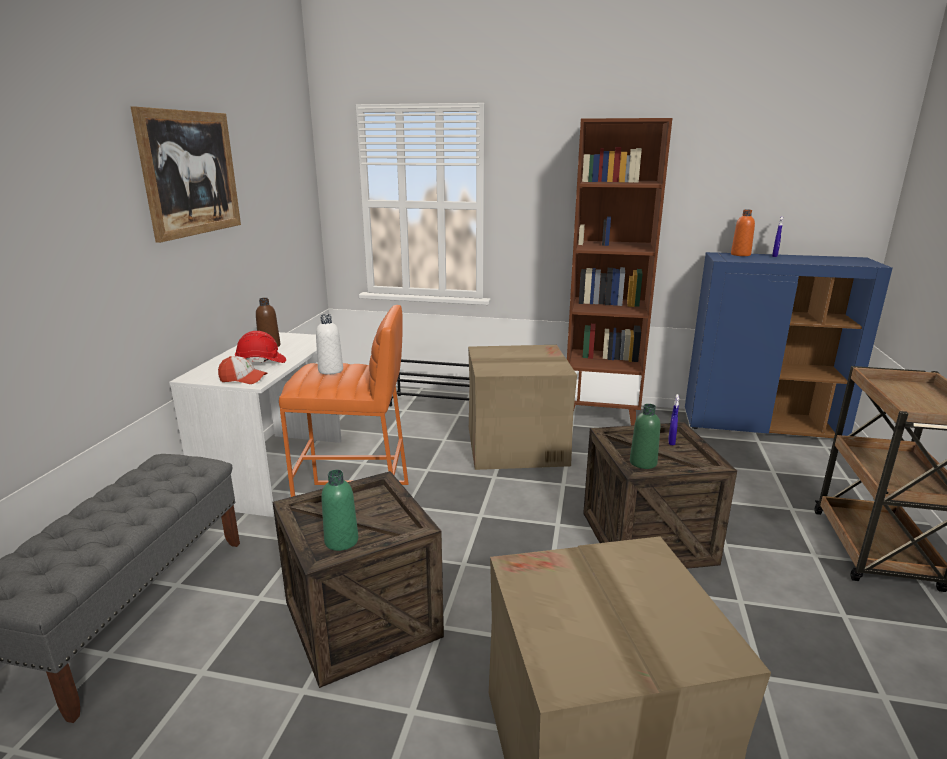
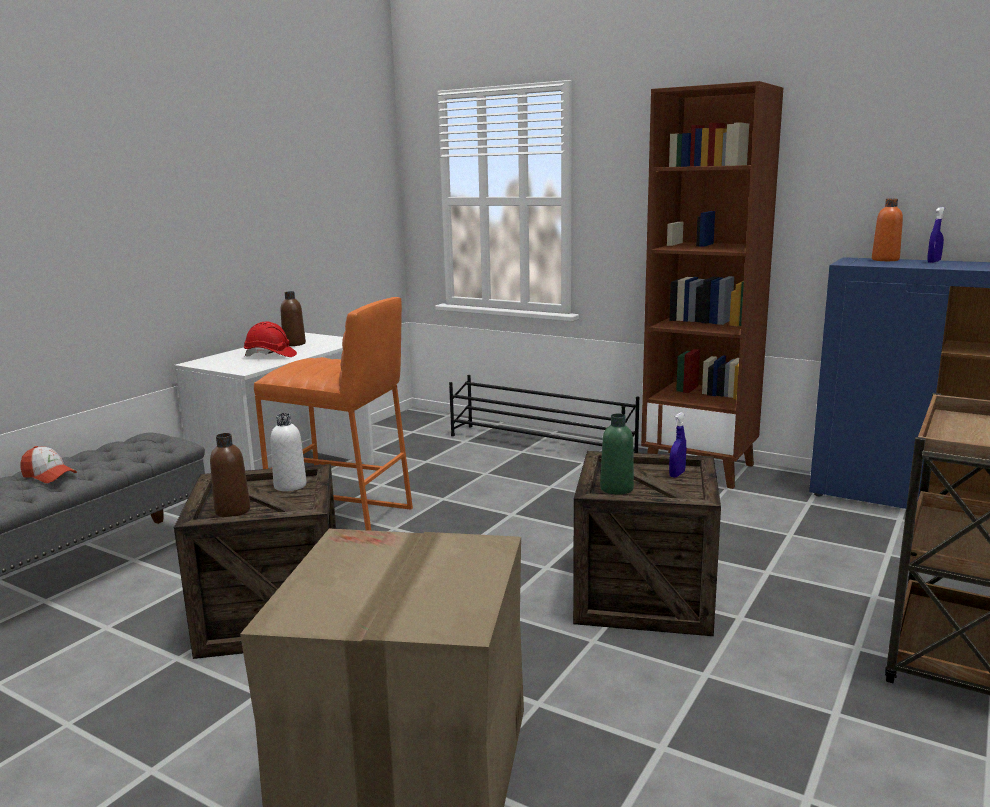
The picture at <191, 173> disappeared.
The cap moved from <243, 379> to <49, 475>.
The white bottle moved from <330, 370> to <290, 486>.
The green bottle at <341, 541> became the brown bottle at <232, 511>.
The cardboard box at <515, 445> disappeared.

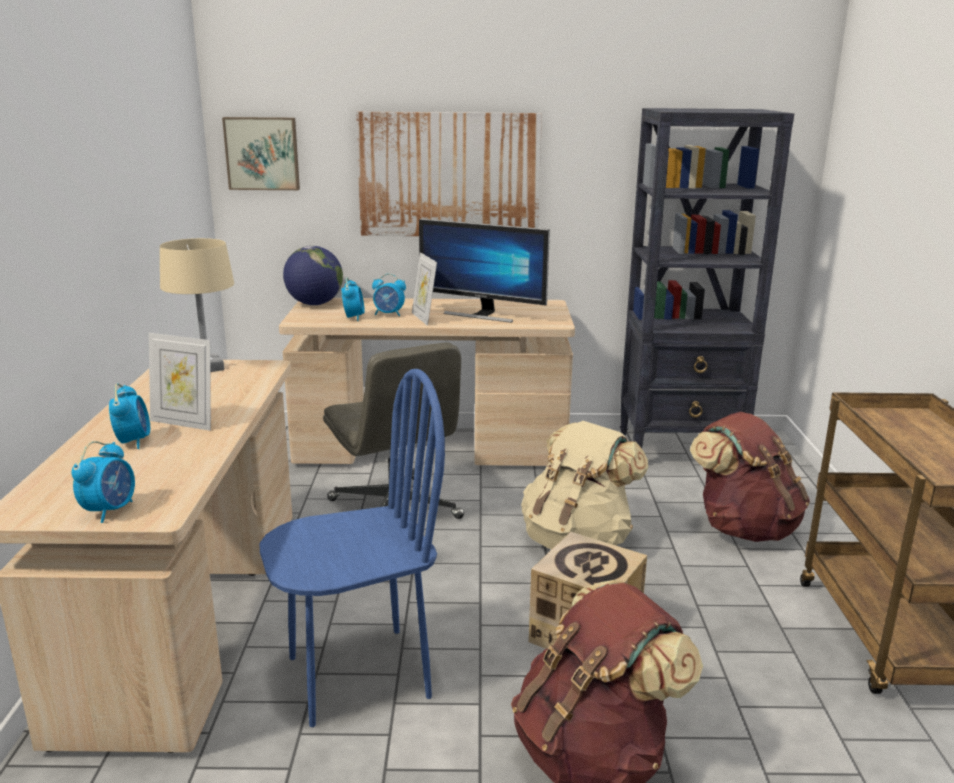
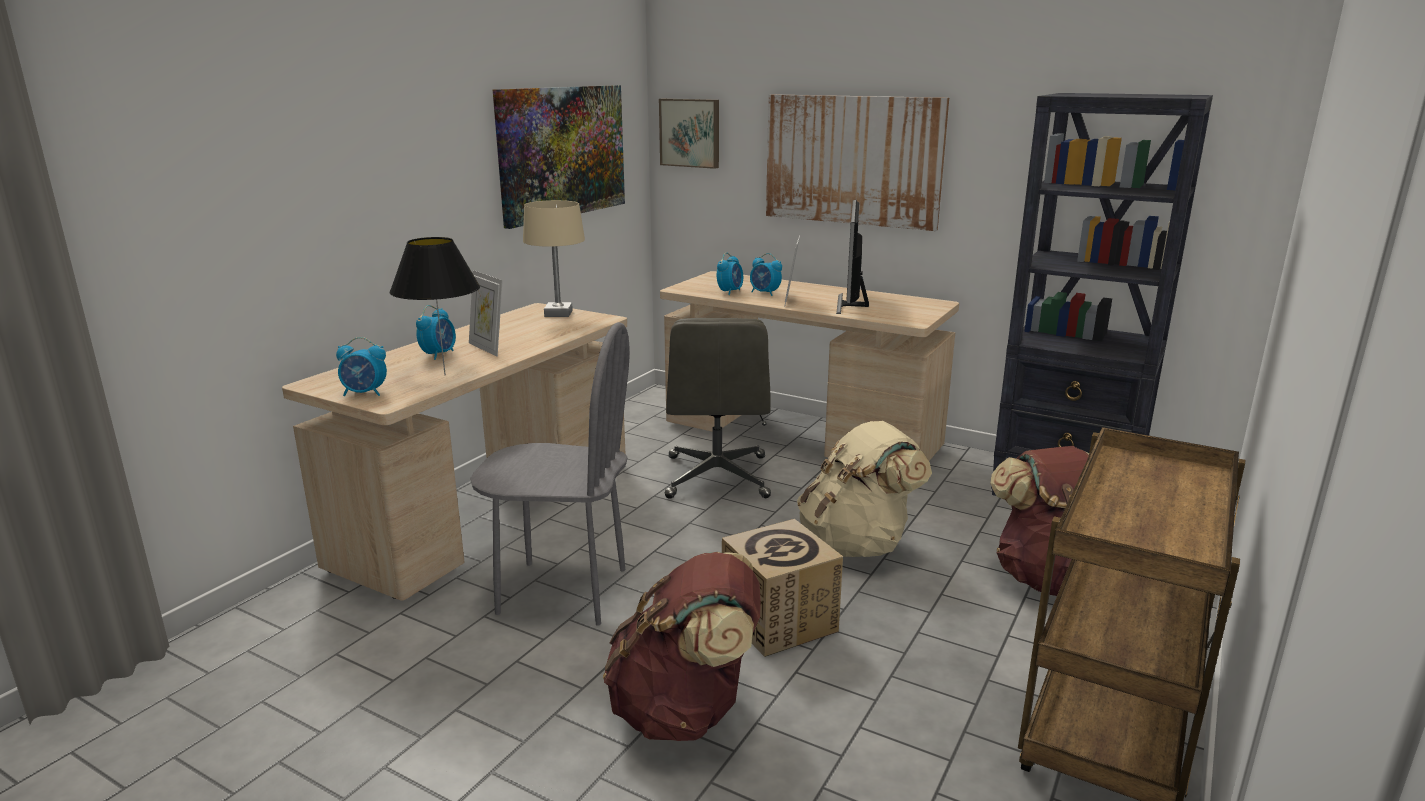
The alarm clock at <110, 510> turned 45 degrees clockwise.
The blue chair at <358, 675> became the grey chair at <562, 591>.
The globe at <314, 304> disappeared.
The monitor at <482, 314> turned 45 degrees clockwise.
The black table lamp at <445, 375> appeared.
The picture at <562, 152> appeared.

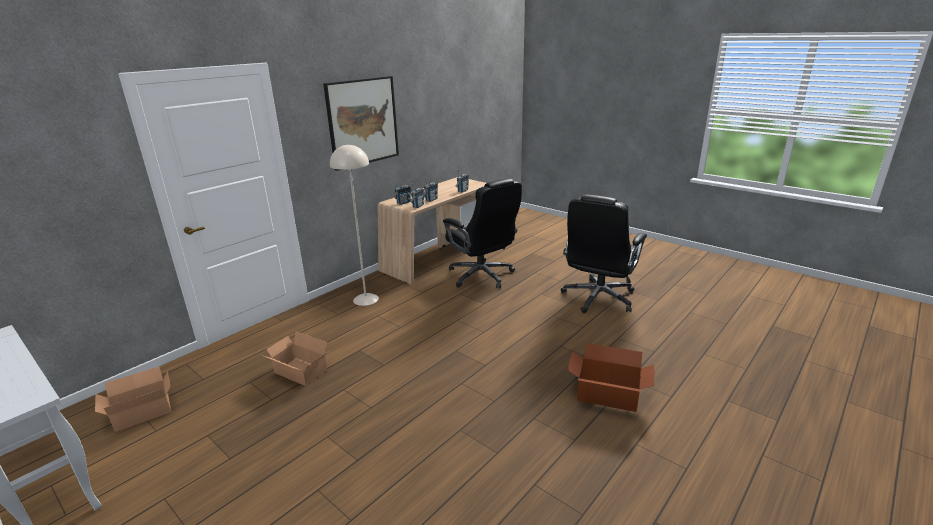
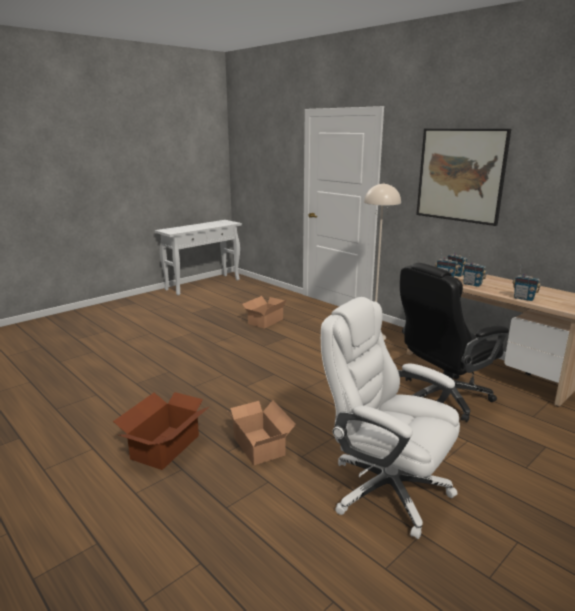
The cardboard box moved from <141, 412> to <260, 444>.
The black office chair at <598, 298> became the white office chair at <385, 489>.

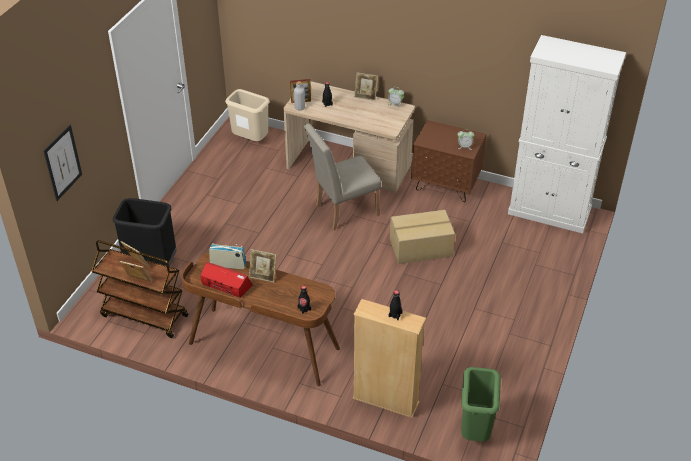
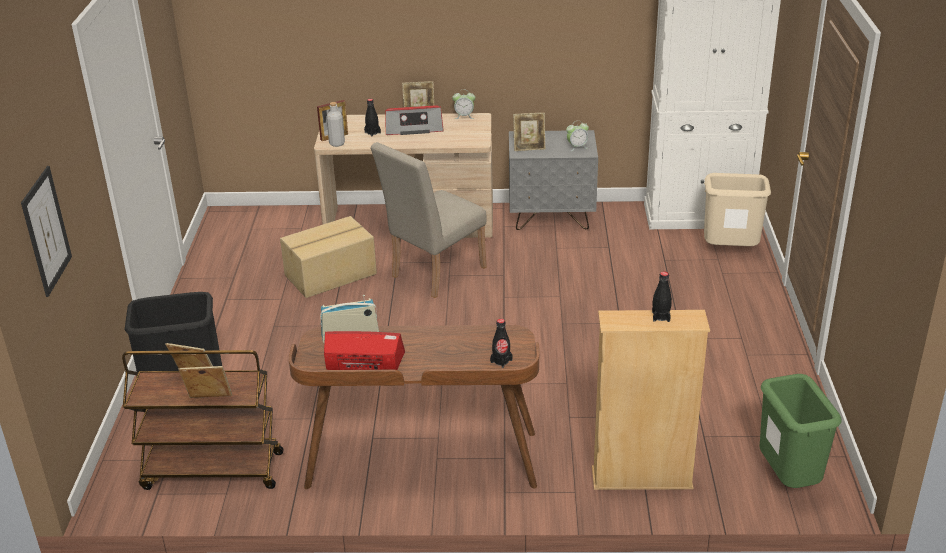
The beige trash can moved from <251, 141> to <730, 251>.
The picture frame moved from <263, 276> to <529, 147>.
The cardboard box moved from <421, 248> to <331, 275>.
The brown nightstand at <446, 186> became the grey nightstand at <551, 218>.
The radio at <414, 128> appeared.

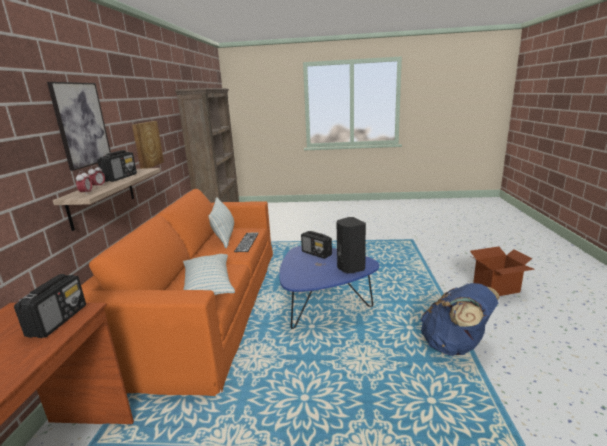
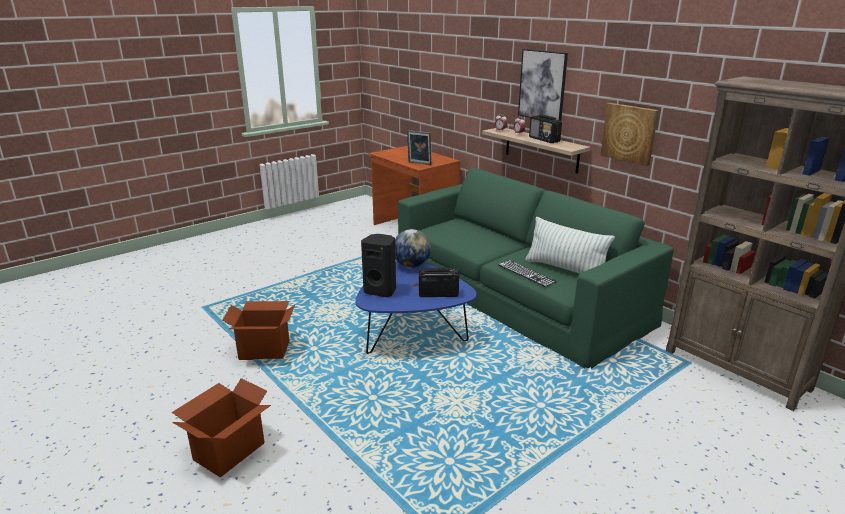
The radio at <58, 320> was replaced by the picture frame at <419, 163>.
The orange sofa at <203, 303> became the green sofa at <517, 293>.
The pillow at <208, 286> disappeared.
The blue backpack at <455, 346> was replaced by the cardboard box at <264, 350>.
The globe at <411, 266> appeared.

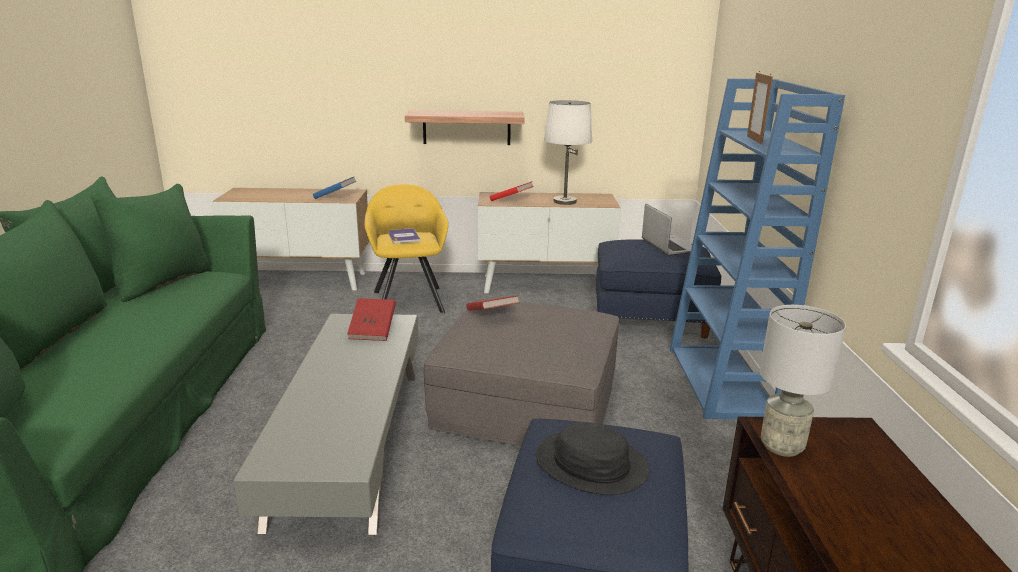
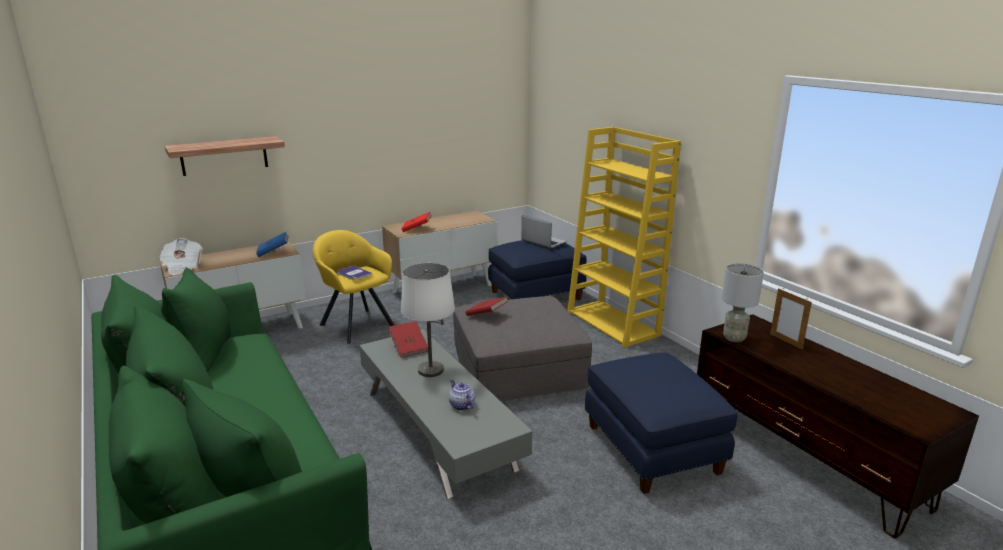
The shelf moved from <466, 127> to <224, 156>.
The black hat at <591, 464> disappeared.
The white table lamp moved from <564, 201> to <430, 370>.
The blue bookcase at <722, 382> became the yellow bookcase at <613, 324>.
The picture frame moved from <754, 140> to <786, 341>.
The newspaper at <182, 267> appeared.
The teapot at <461, 405> appeared.

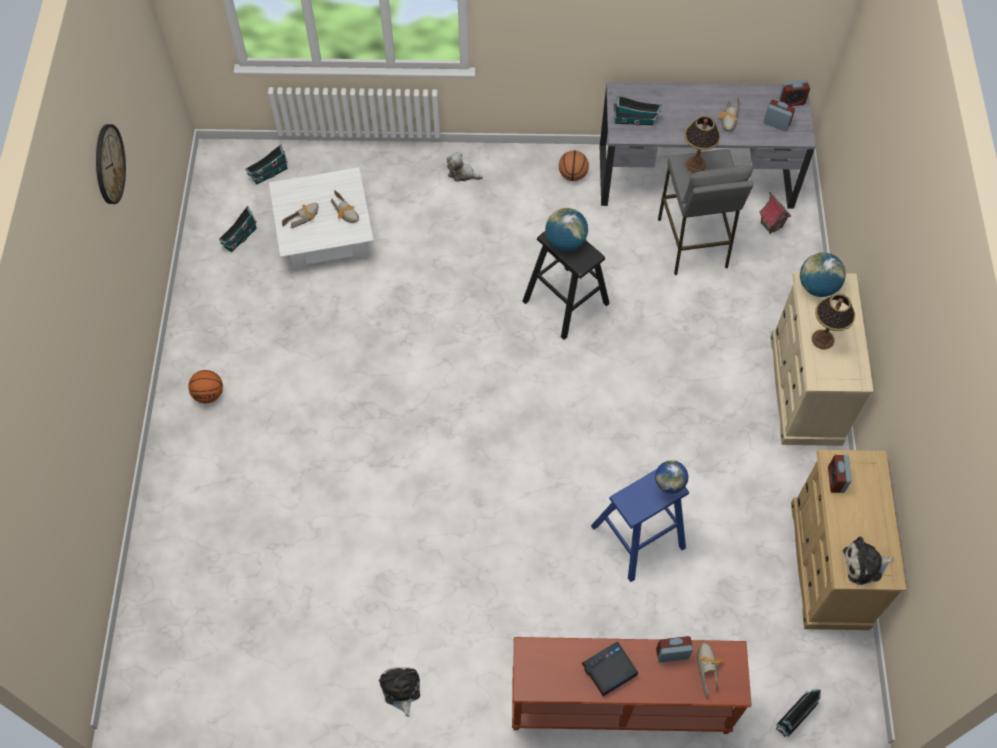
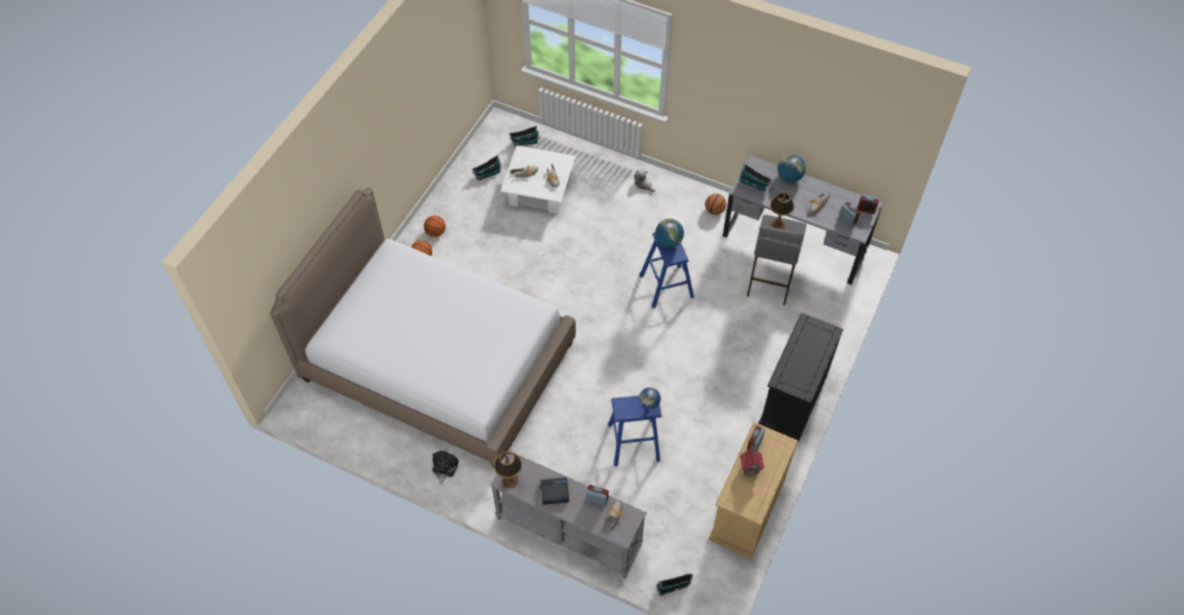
The wall clock at <109, 164> disappeared.
The brown console table at <619, 704> became the grey console table at <568, 532>.
The black stool at <565, 302> became the blue stool at <666, 286>.
The toy house moved from <771, 225> to <750, 468>.
The beige dresser at <805, 389> became the black dresser at <793, 399>.
The globe moved from <817, 287> to <789, 177>.
The table lamp moved from <823, 339> to <510, 480>.
The plush toy at <865, 564> disappeared.
The bed at <438, 361> appeared.
The basketball at <435, 232> appeared.

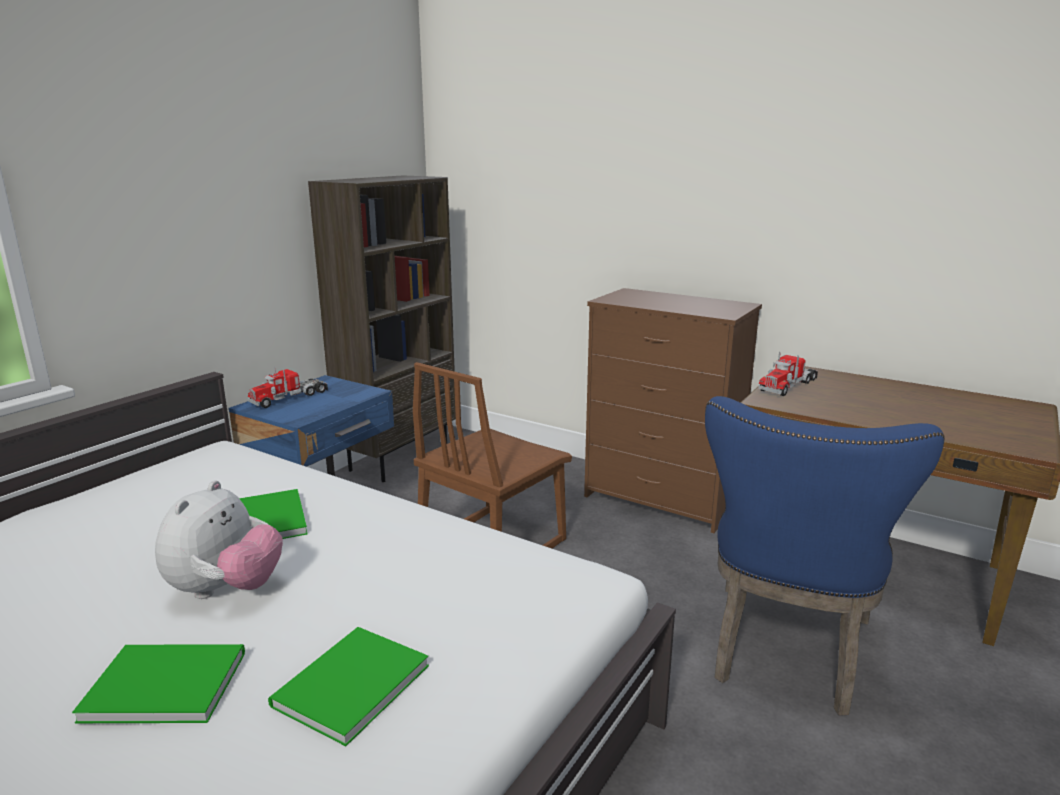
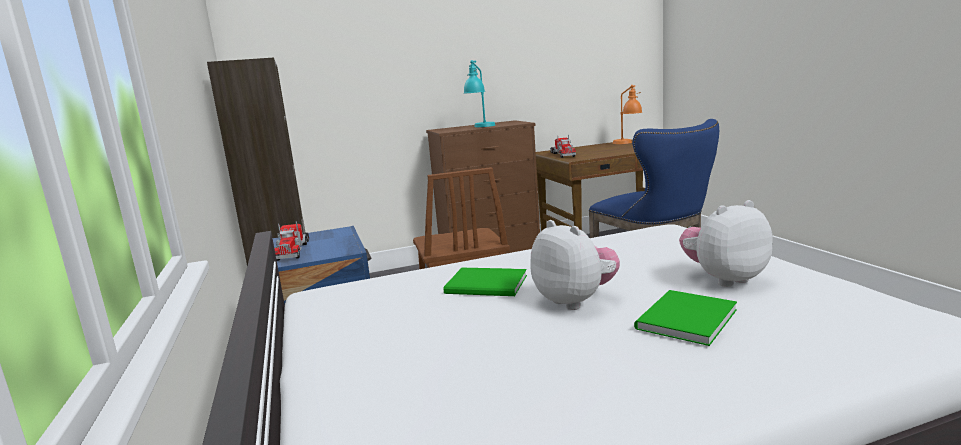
The green book at <346, 687> was replaced by the plush toy at <724, 279>.
The turquoise table lamp at <481, 127> appeared.
The orange table lamp at <627, 143> appeared.

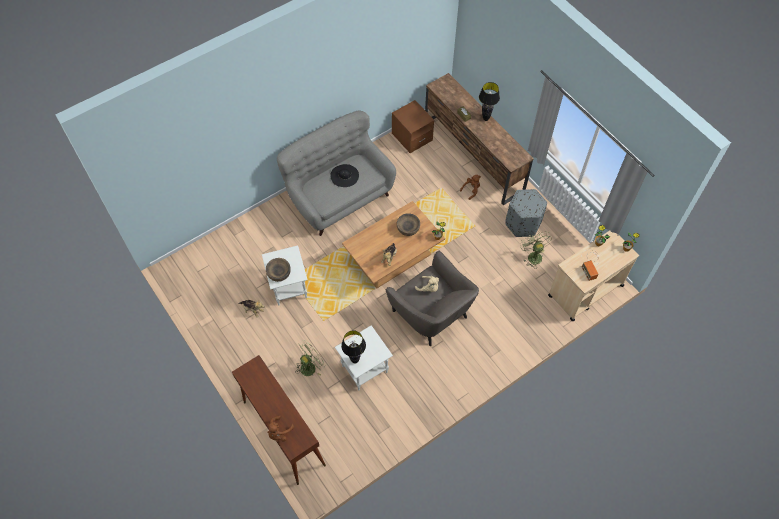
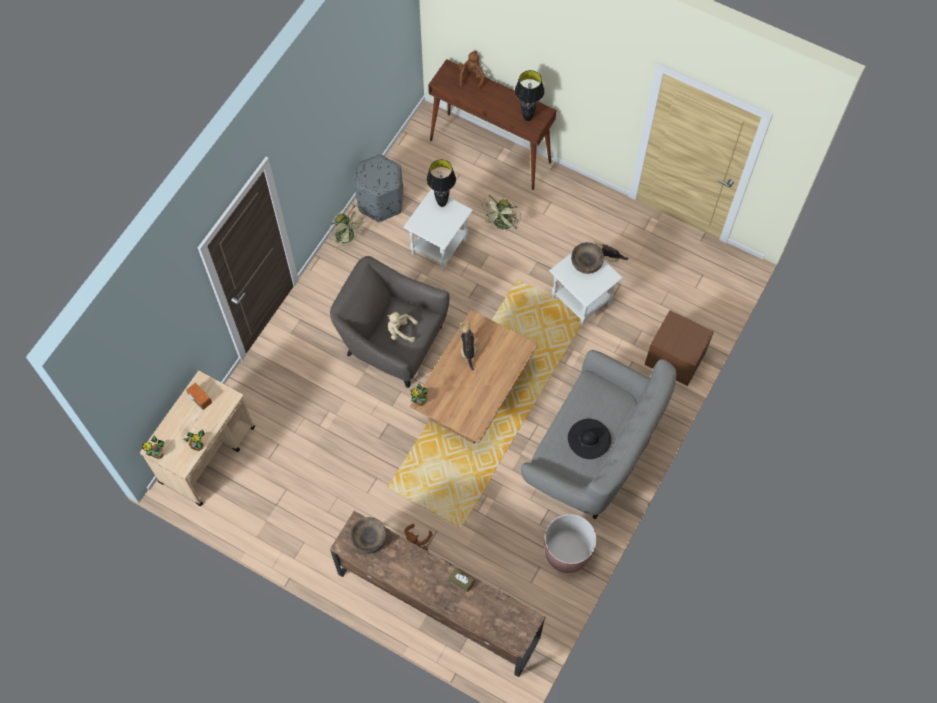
The brown nightstand moved from <412, 137> to <675, 359>.
The brown bowl moved from <408, 228> to <369, 539>.
The black table lamp moved from <486, 118> to <527, 118>.
The grey ottoman moved from <523, 223> to <380, 202>.
The green fan moved from <532, 255> to <348, 237>.
The brown planter at <567, 552> appeared.

